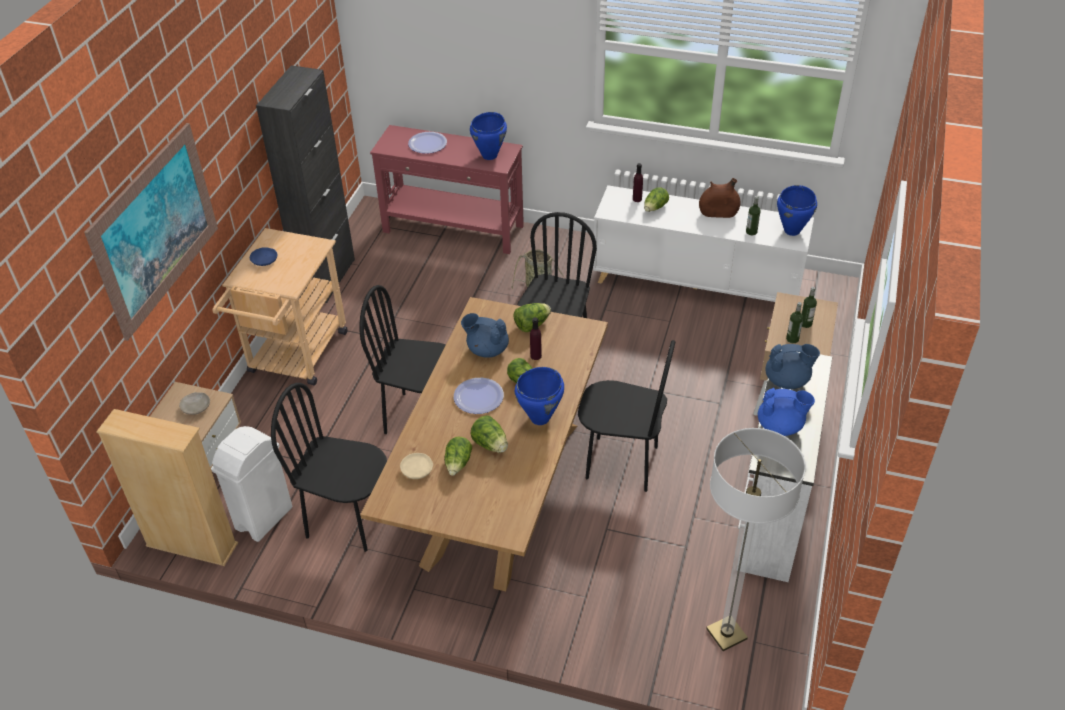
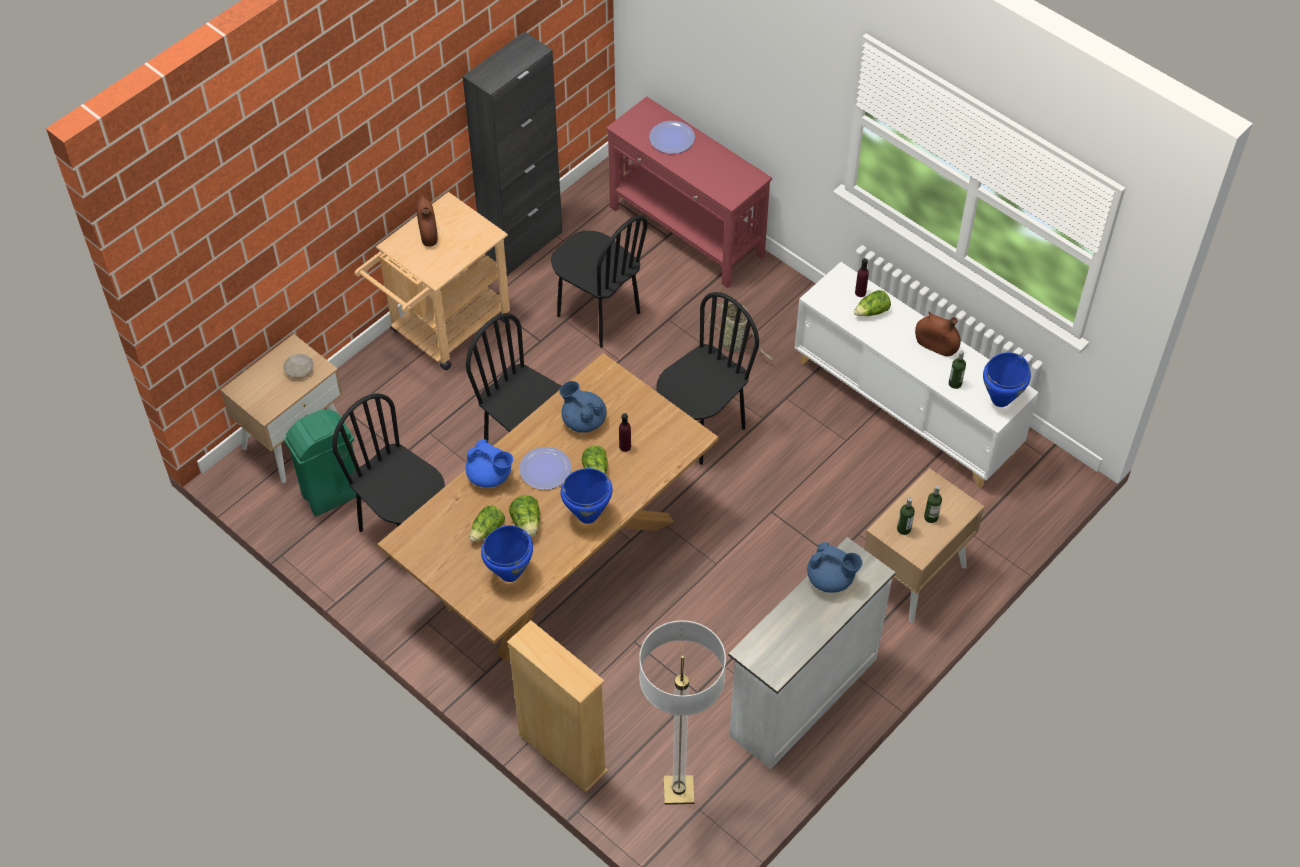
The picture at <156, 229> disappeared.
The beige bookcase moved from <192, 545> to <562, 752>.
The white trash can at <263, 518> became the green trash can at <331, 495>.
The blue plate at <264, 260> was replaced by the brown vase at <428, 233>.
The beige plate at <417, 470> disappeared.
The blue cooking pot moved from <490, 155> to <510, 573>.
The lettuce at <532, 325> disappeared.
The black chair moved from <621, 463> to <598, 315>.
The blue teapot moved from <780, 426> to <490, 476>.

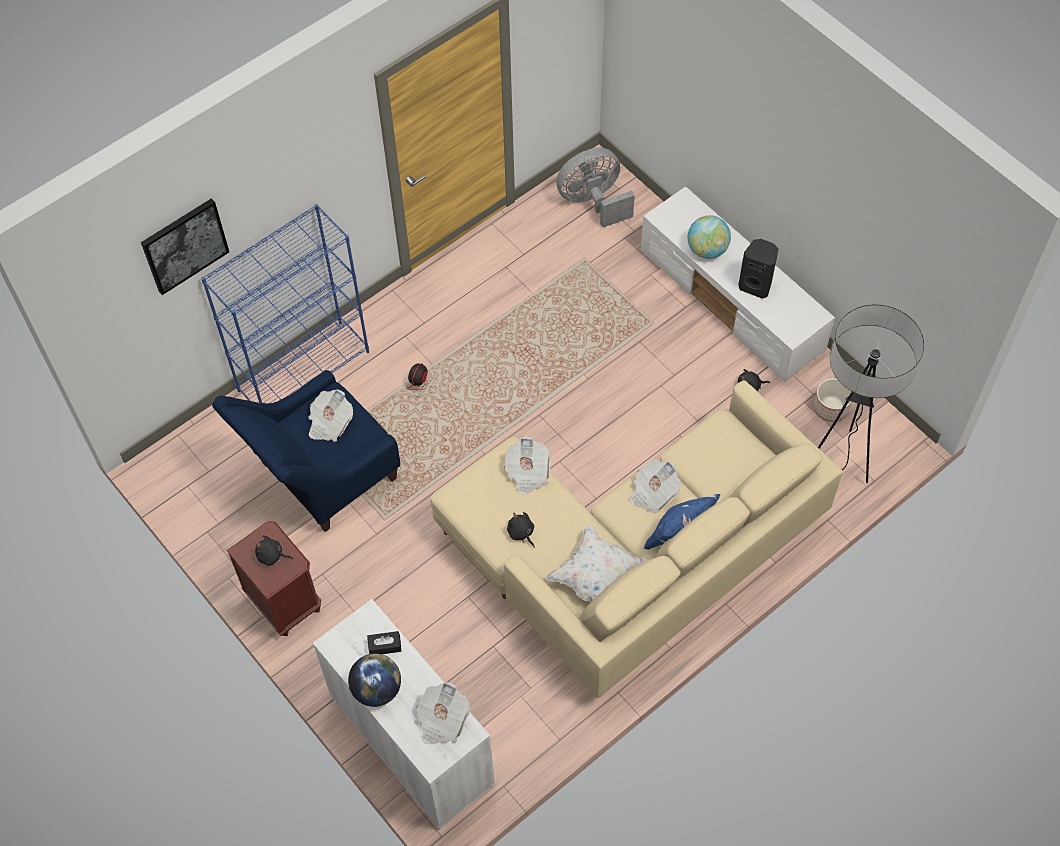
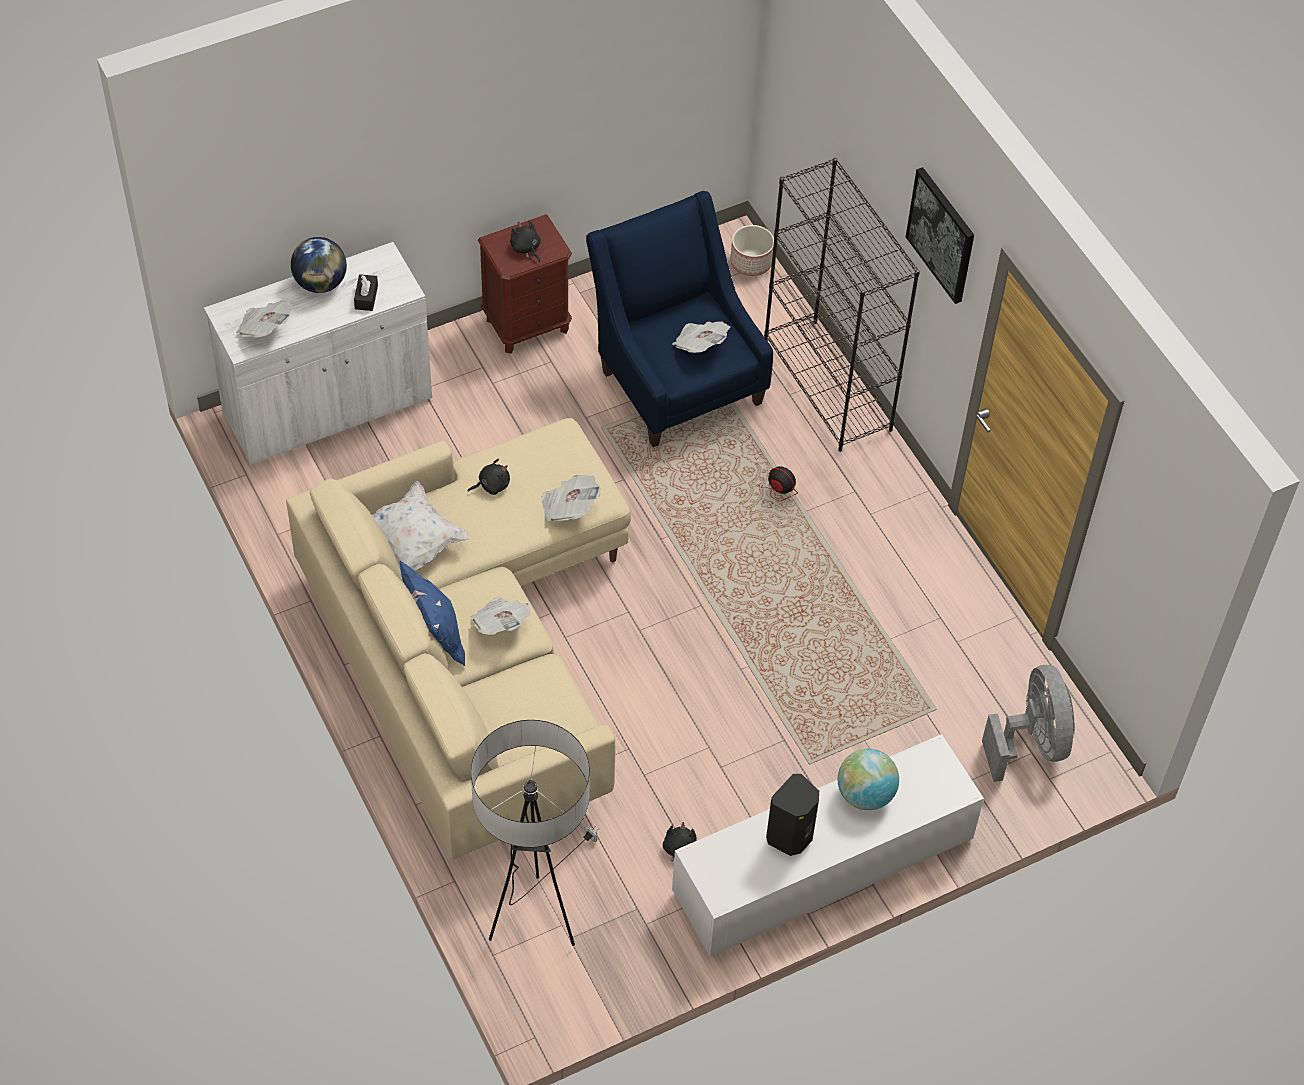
The picture moved from <184, 245> to <942, 234>.
The blue bookcase at <304, 370> became the black bookcase at <828, 385>.
The black plush toy at <272, 556> turned 60 degrees counterclockwise.
The planter moved from <830, 407> to <751, 262>.

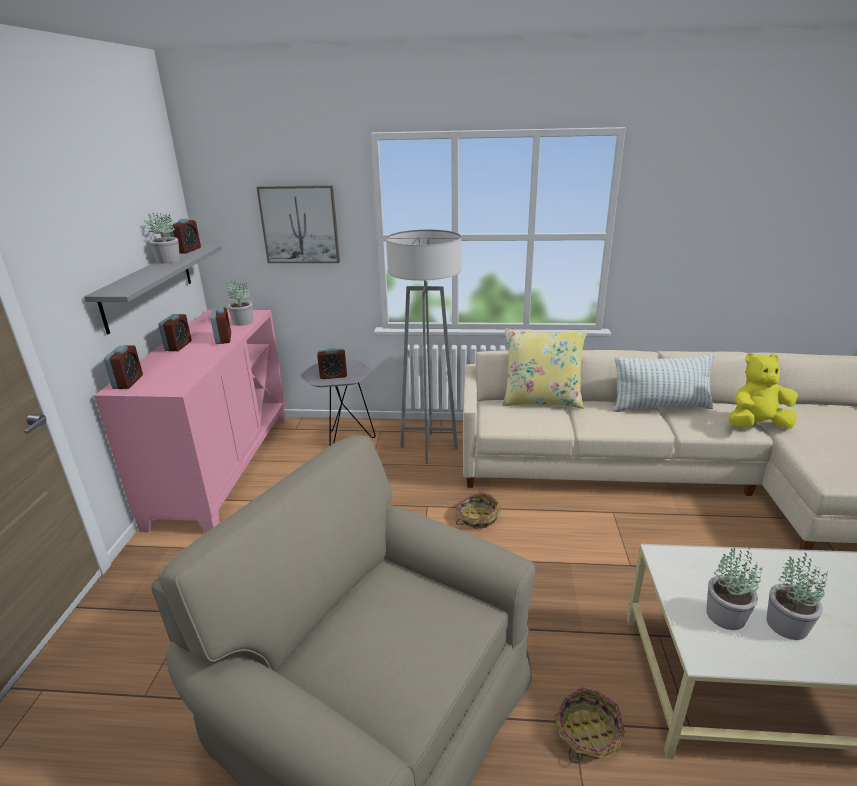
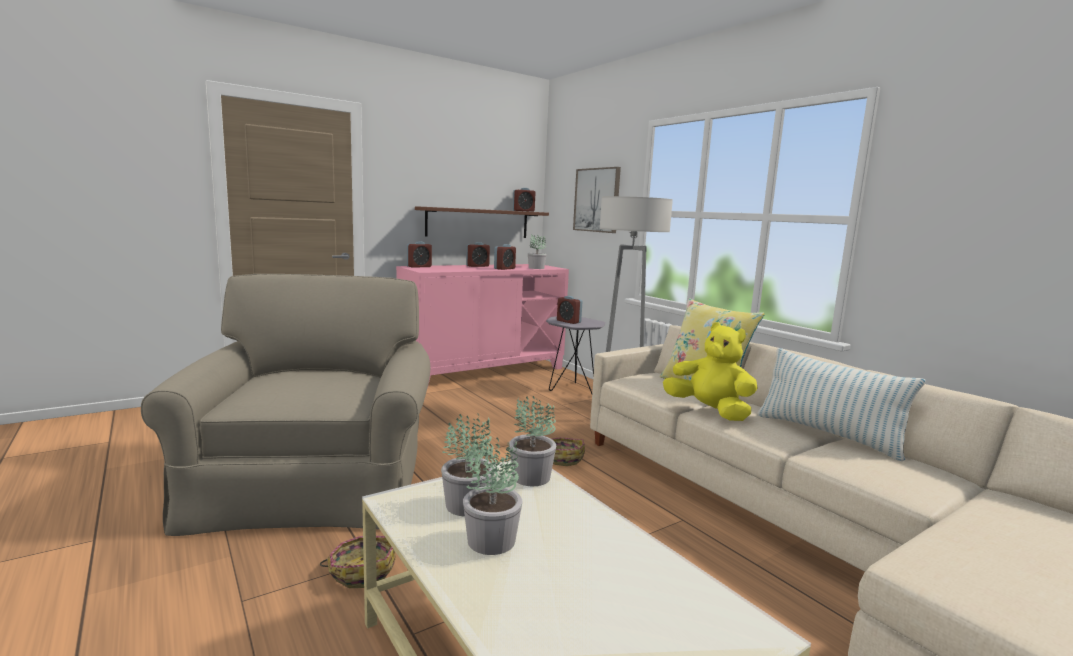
The grey shelf at <148, 286> became the brown shelf at <478, 223>.
The potted plant moved from <168, 261> to <530, 477>.
The yellow plush toy moved from <756, 425> to <709, 411>.

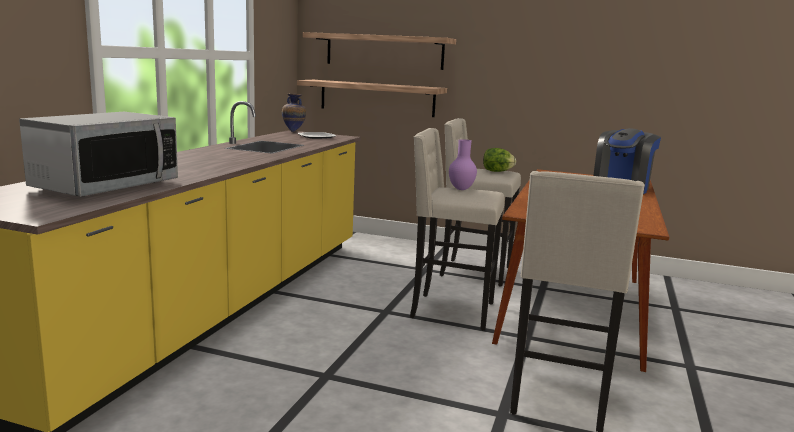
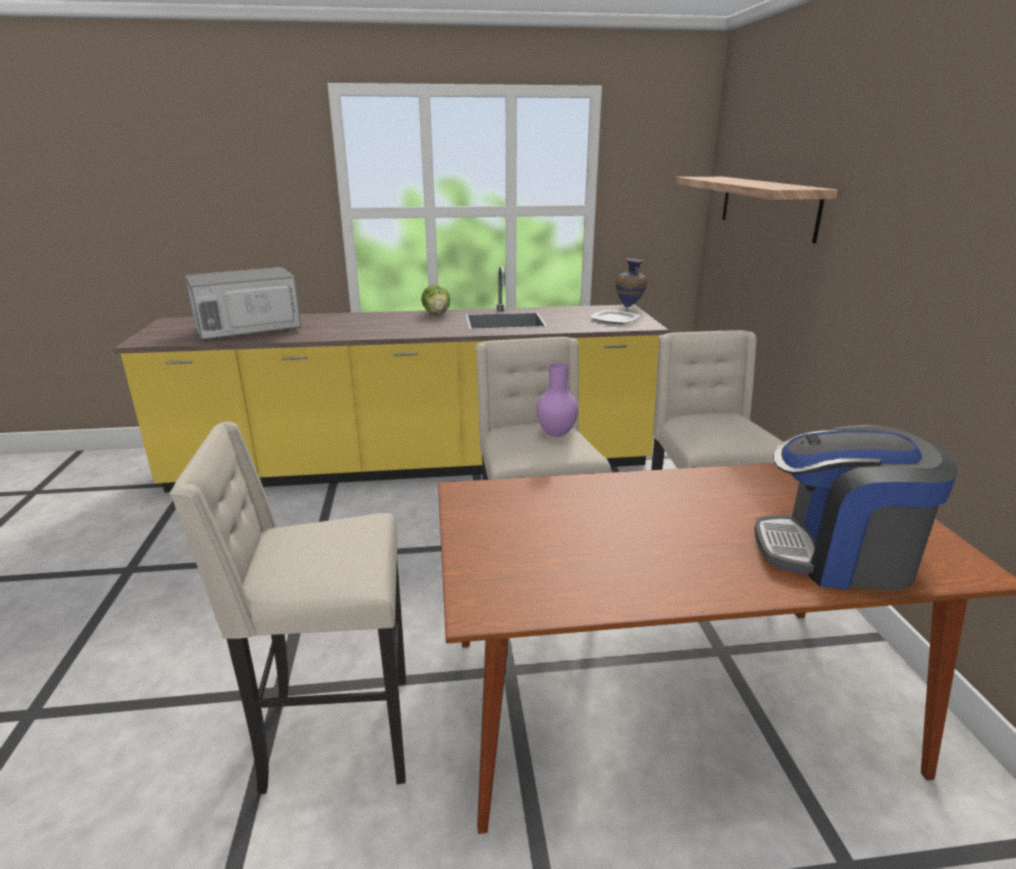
The microwave at <106, 186> turned 150 degrees clockwise.
The shelf at <377, 98> disappeared.
The lettuce moved from <497, 171> to <437, 314>.

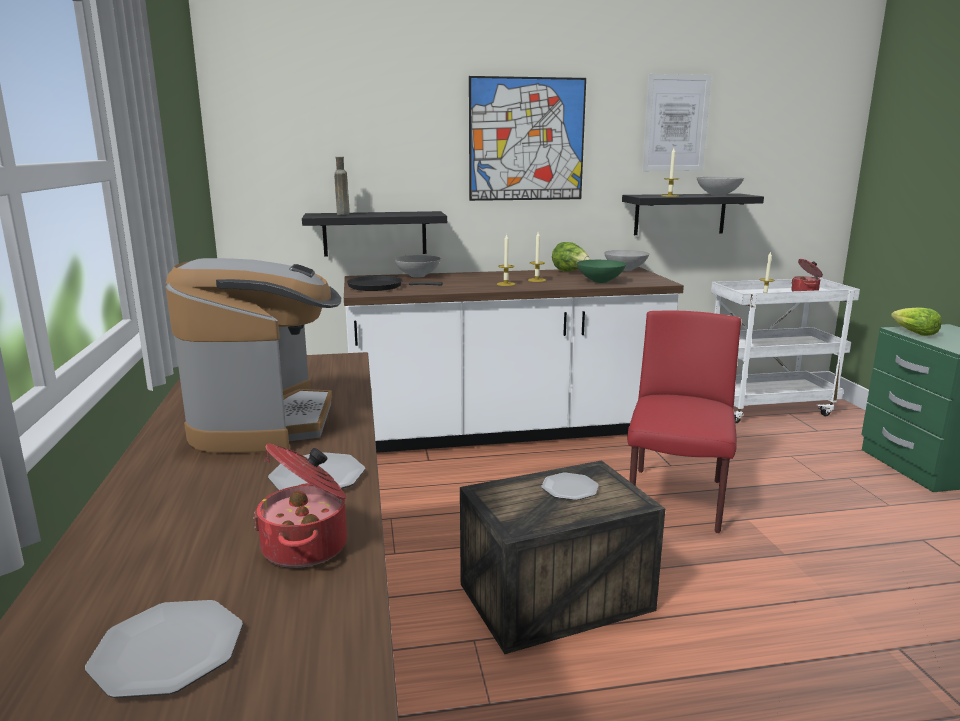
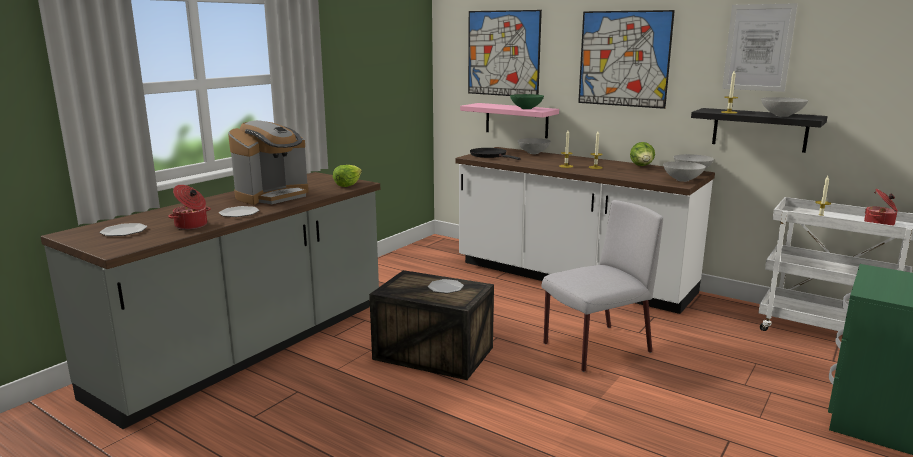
The black shelf at <375, 233> became the pink shelf at <516, 120>.
The brown bottle at <343, 214> disappeared.
The green bowl moved from <600, 281> to <526, 108>.
The red chair at <675, 500> became the grey chair at <595, 348>.
The lettuce moved from <913, 333> to <347, 185>.
The picture at <503, 53> appeared.
The grey bowl at <682, 180> appeared.

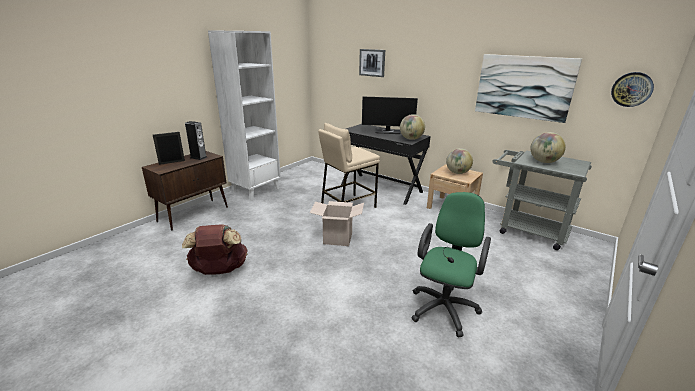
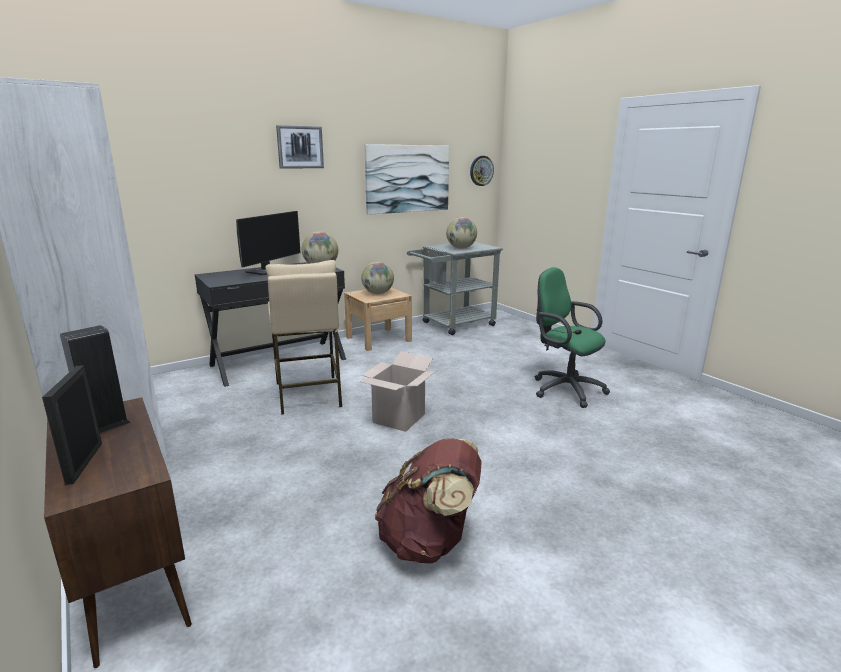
The picture moved from <372, 62> to <300, 147>.

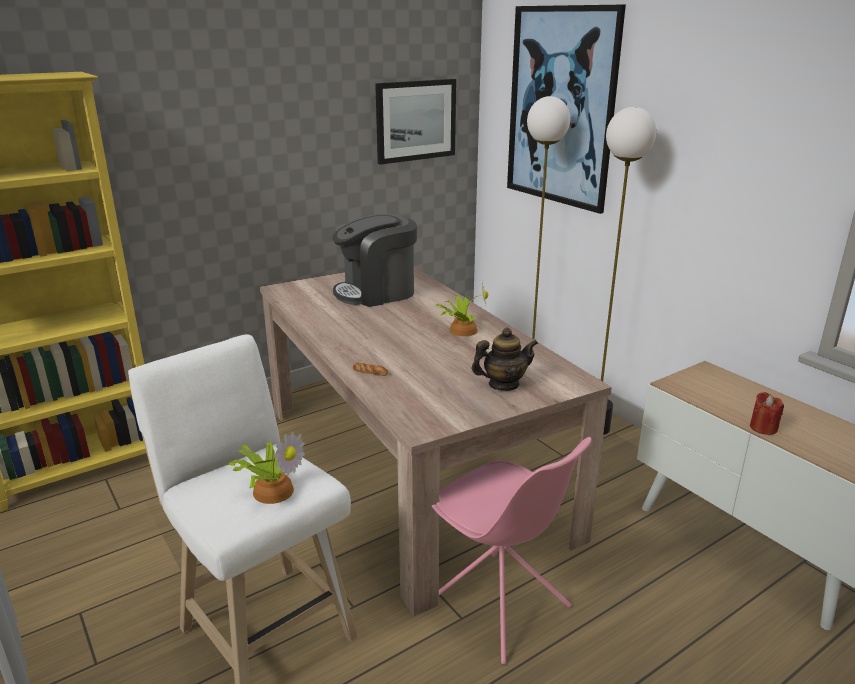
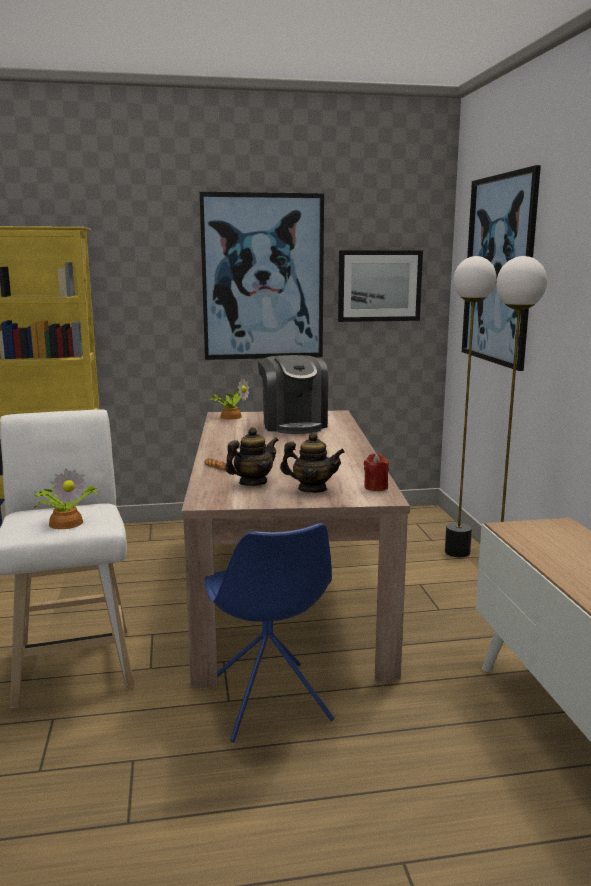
The coffee machine at <377, 292> turned 105 degrees counterclockwise.
The pink chair at <500, 607> became the blue chair at <268, 702>.
The potted plant moved from <461, 330> to <230, 416>.
The red candle moved from <763, 428> to <376, 487>.
The picture at <263, 277> appeared.
The teapot at <252, 483> appeared.

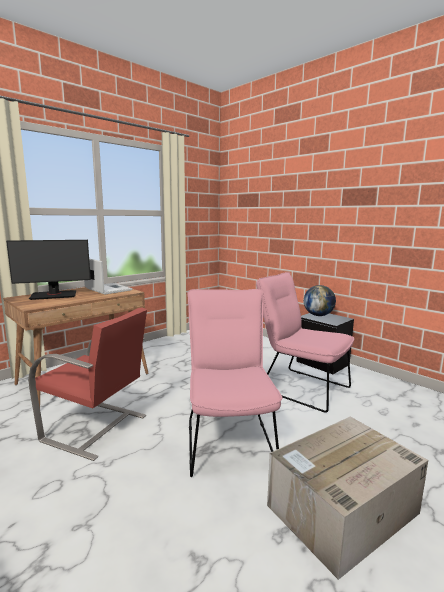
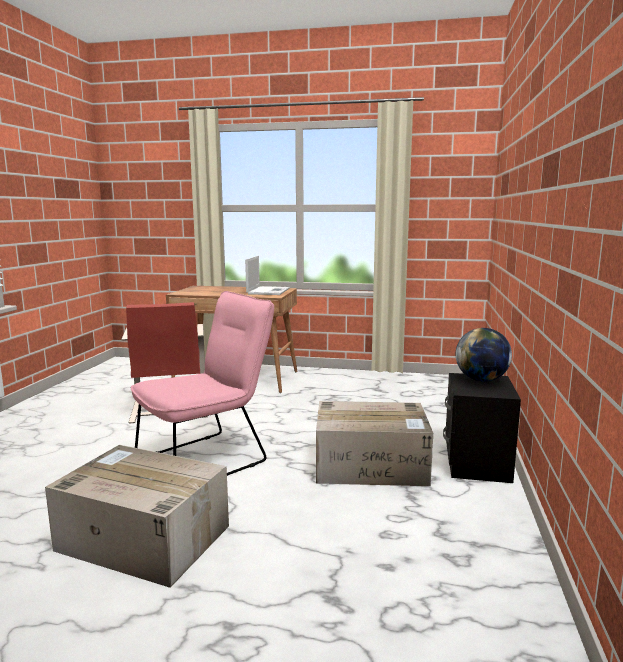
The monitor at <54, 295> disappeared.
The pink chair at <300, 387> was replaced by the cardboard box at <372, 465>.

